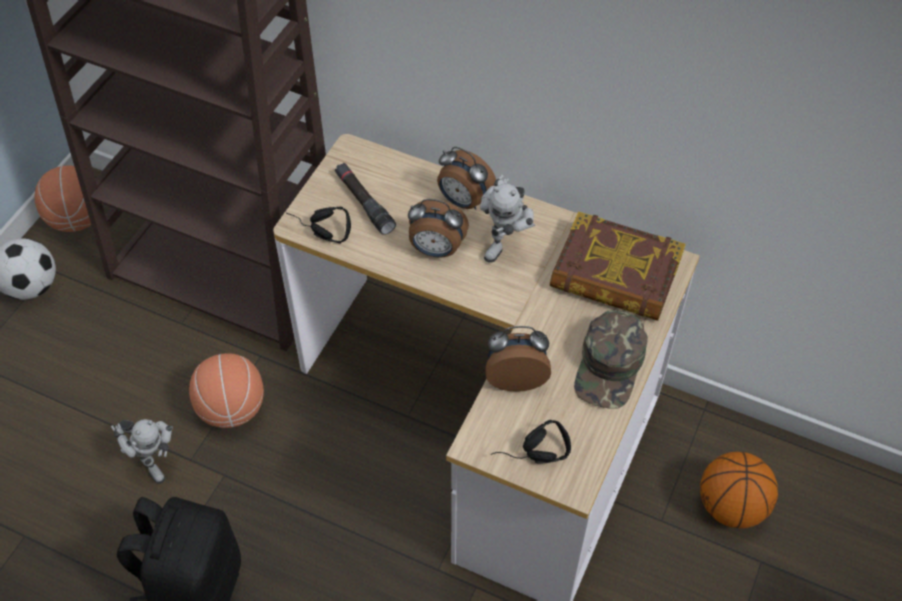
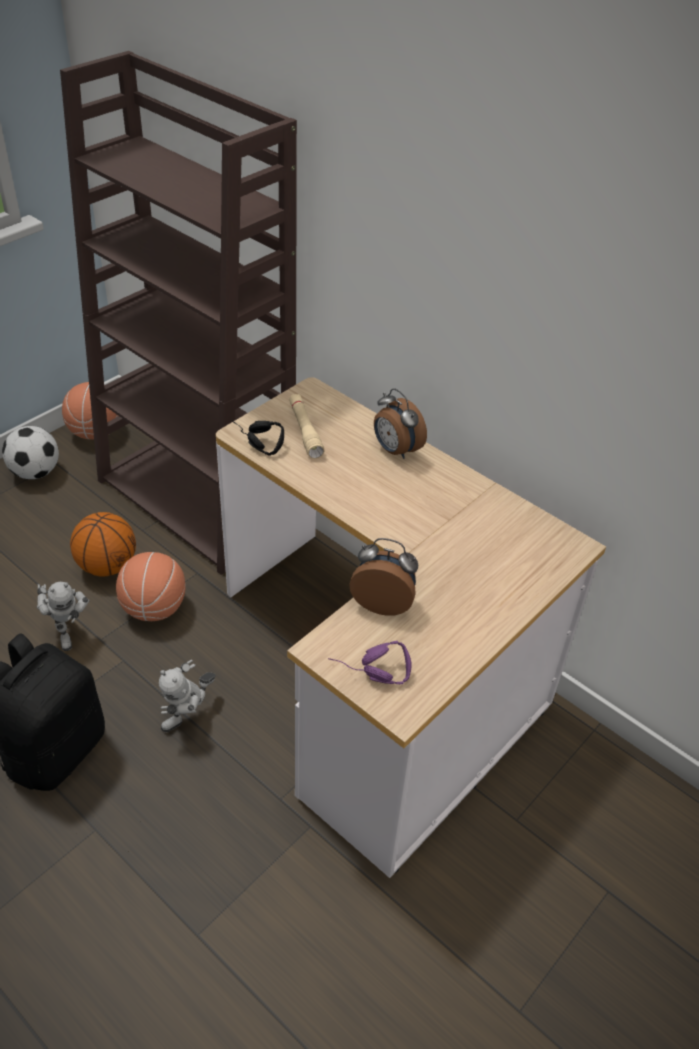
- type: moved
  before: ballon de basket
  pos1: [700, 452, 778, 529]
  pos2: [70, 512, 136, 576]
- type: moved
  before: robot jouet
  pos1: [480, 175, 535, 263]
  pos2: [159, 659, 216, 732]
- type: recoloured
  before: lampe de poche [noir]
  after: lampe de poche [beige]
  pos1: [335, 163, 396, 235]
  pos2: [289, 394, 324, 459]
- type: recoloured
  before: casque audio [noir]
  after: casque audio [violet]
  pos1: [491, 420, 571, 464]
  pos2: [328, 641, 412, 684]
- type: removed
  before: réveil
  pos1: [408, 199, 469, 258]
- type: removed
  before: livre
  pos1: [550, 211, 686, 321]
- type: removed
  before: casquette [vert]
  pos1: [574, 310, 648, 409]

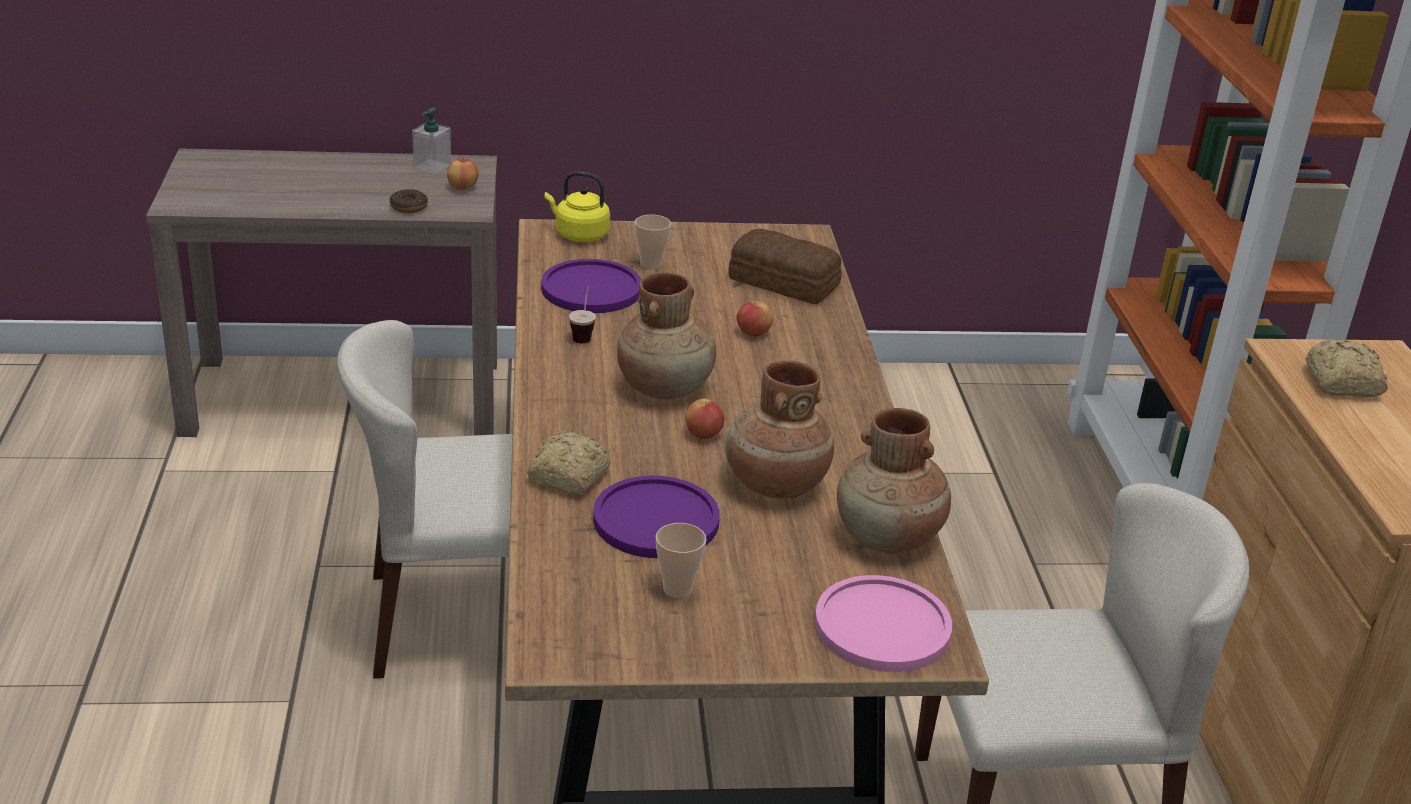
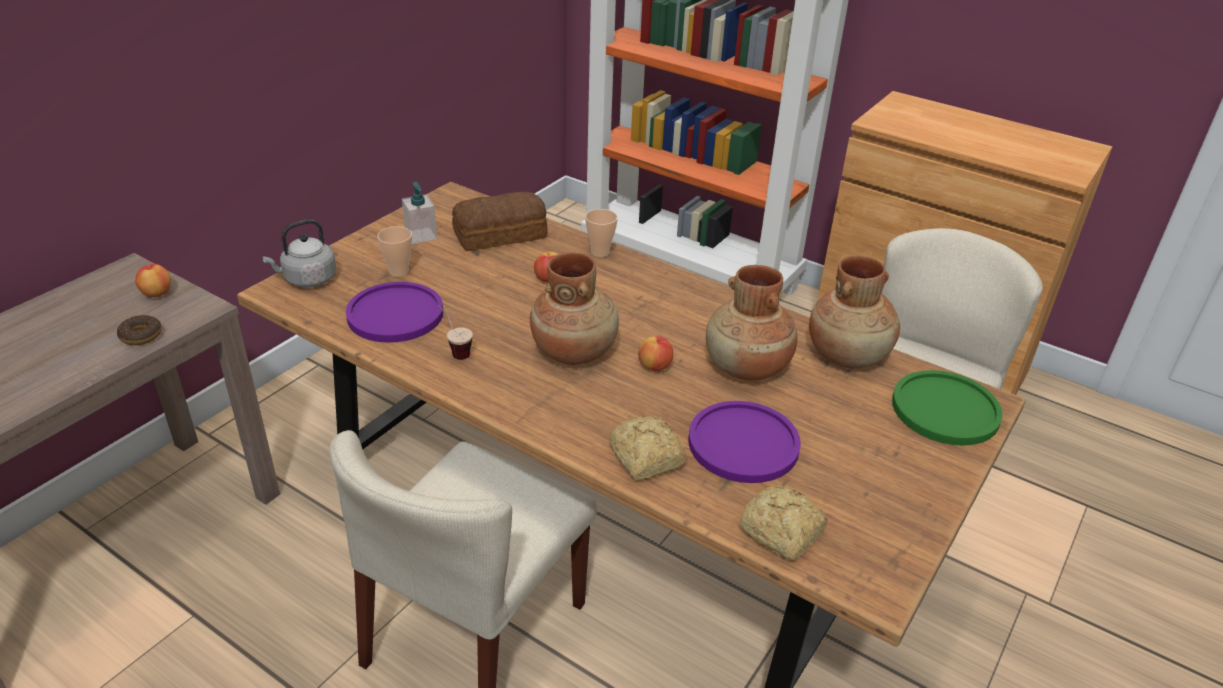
- type: recoloured
  before: bouilloire [jaune]
  after: bouilloire [gris]
  pos1: [545, 171, 610, 242]
  pos2: [262, 219, 336, 288]
- type: moved
  before: distributeur de savon
  pos1: [412, 107, 451, 174]
  pos2: [402, 182, 437, 244]
- type: moved
  before: tasse
  pos1: [656, 523, 706, 598]
  pos2: [585, 209, 618, 257]
- type: moved
  before: pain
  pos1: [1306, 339, 1388, 397]
  pos2: [740, 485, 828, 561]
- type: recoloured
  before: assiette [rose]
  after: assiette [vert]
  pos1: [815, 575, 952, 672]
  pos2: [892, 370, 1003, 446]

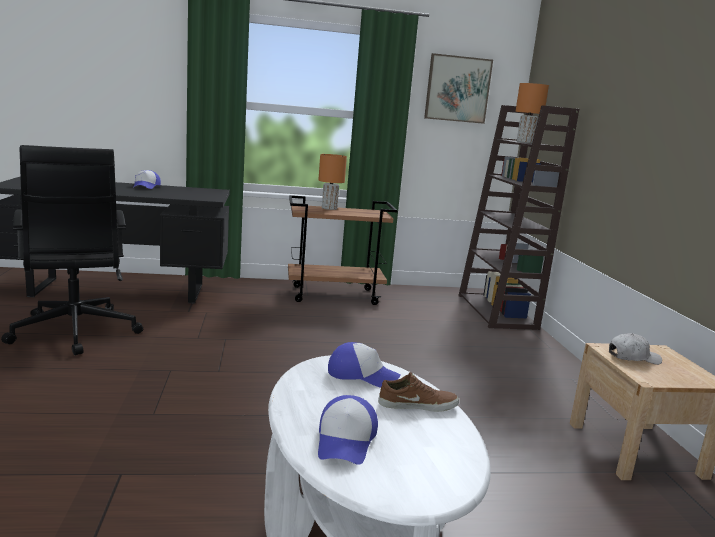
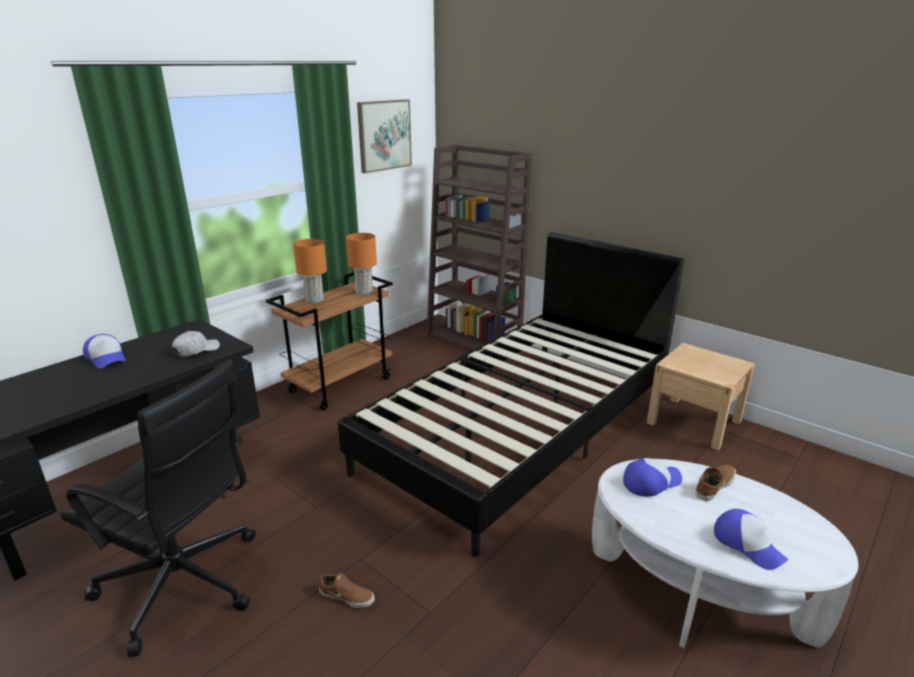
- type: moved
  before: casquette [blanc]
  pos1: [609, 333, 662, 365]
  pos2: [172, 331, 220, 357]
- type: added
  after: chaussure [marron]
  pos2: [319, 573, 375, 608]
- type: added
  after: lit [noir]
  pos2: [338, 232, 684, 557]
- type: moved
  before: lampe de table [orange]
  pos1: [515, 83, 549, 143]
  pos2: [346, 233, 377, 295]

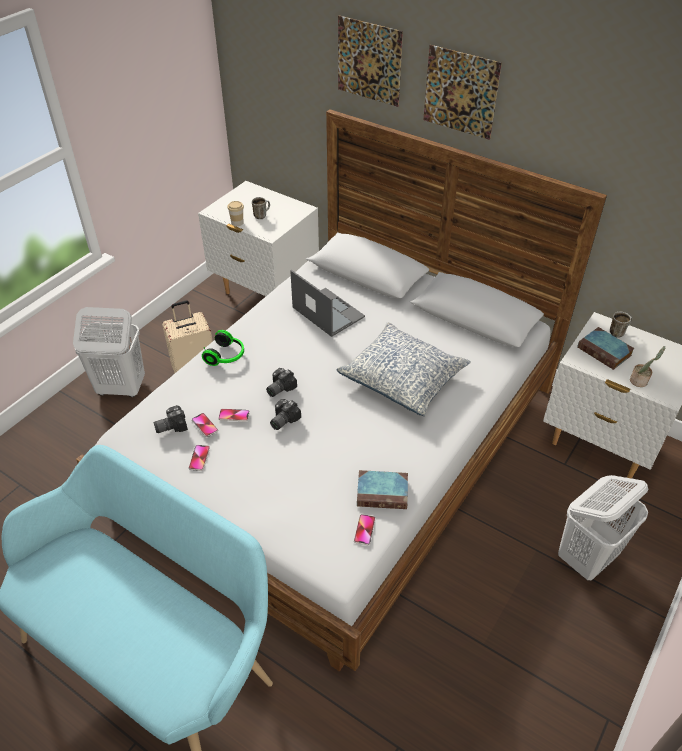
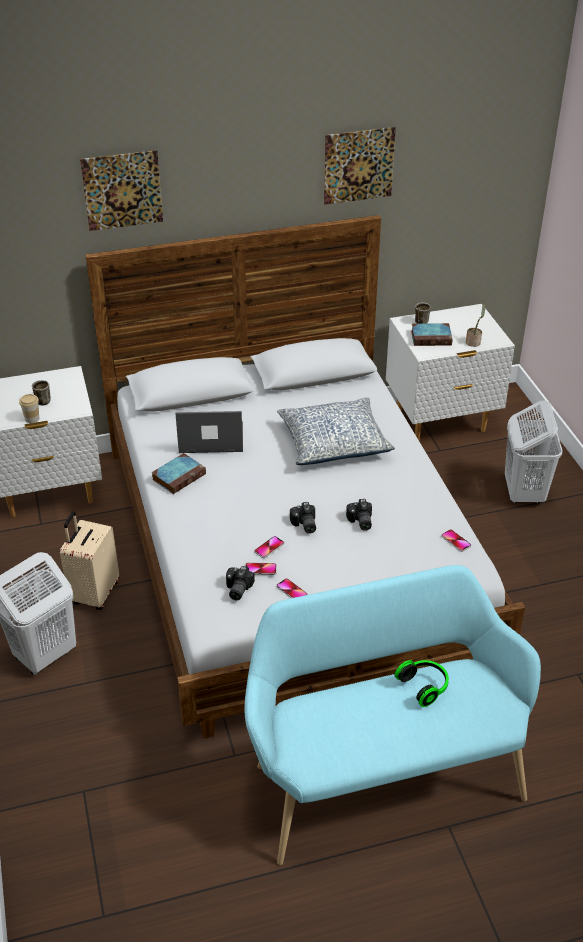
- type: moved
  before: livre
  pos1: [357, 470, 408, 509]
  pos2: [151, 453, 206, 494]
- type: moved
  before: tableau
  pos1: [423, 45, 502, 140]
  pos2: [324, 127, 396, 205]
- type: moved
  before: appareil photo
  pos1: [266, 368, 297, 397]
  pos2: [346, 499, 372, 531]
- type: moved
  before: casque audio
  pos1: [202, 330, 244, 366]
  pos2: [394, 660, 449, 707]

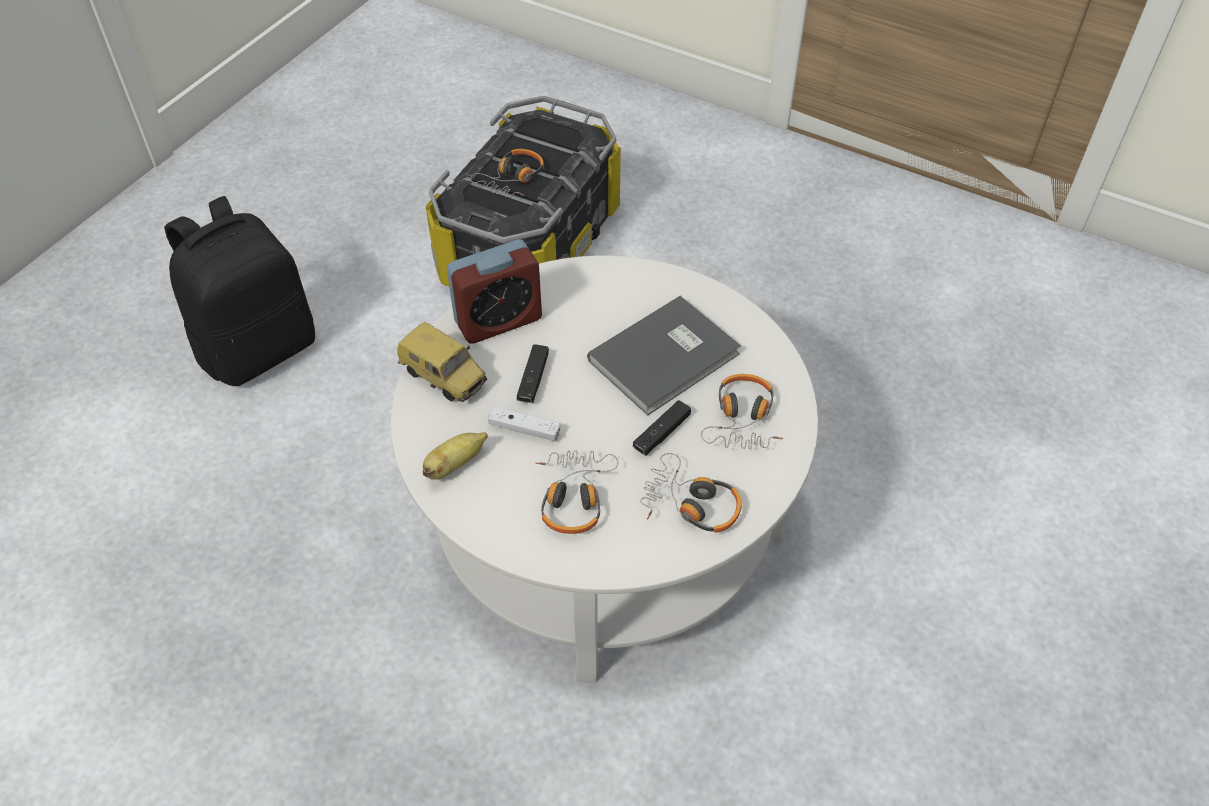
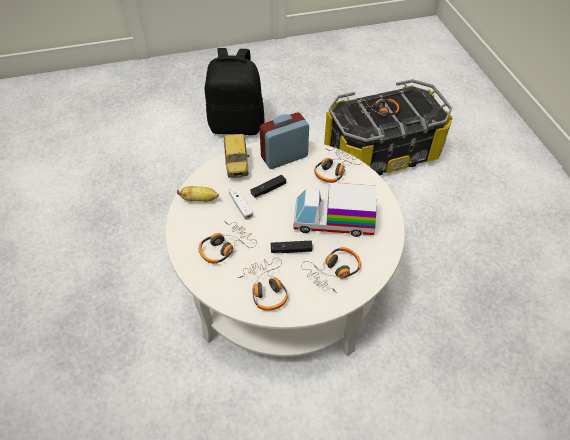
- type: turned
  before: réveil
  pos1: [447, 240, 542, 344]
  pos2: [260, 112, 309, 169]
  turn: 135
- type: replaced
  before: livre [gris]
  after: camion jouet
  pos1: [587, 296, 741, 415]
  pos2: [293, 183, 376, 237]
- type: added
  after: casque audio
  pos2: [314, 148, 362, 183]

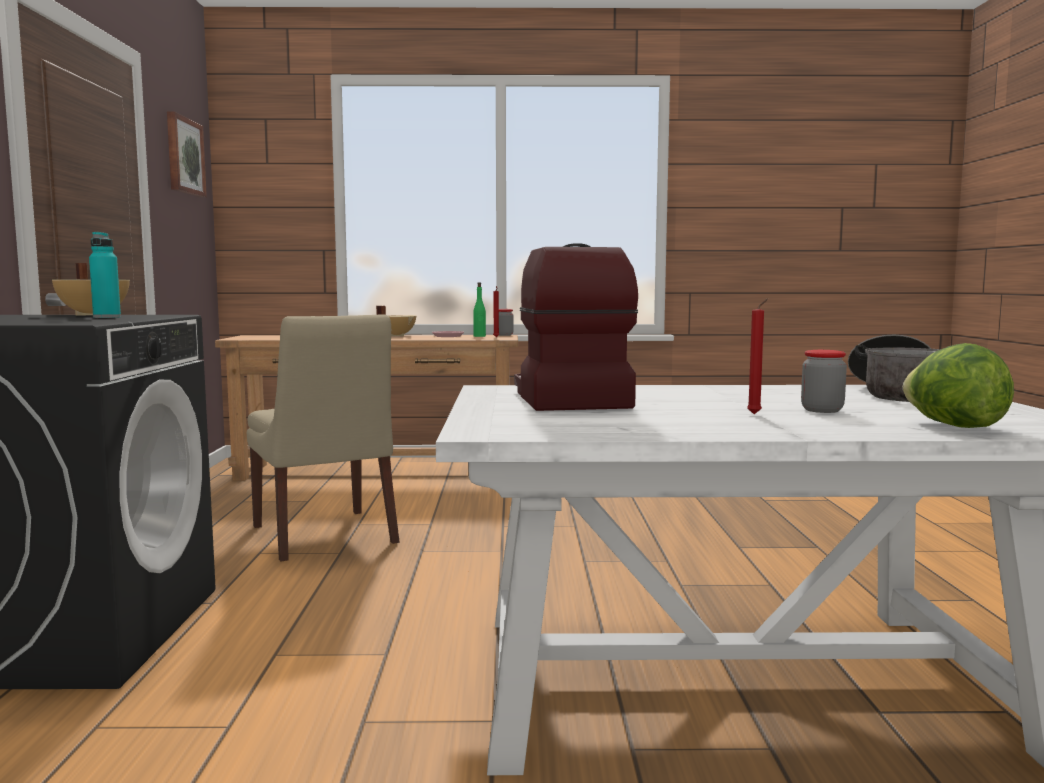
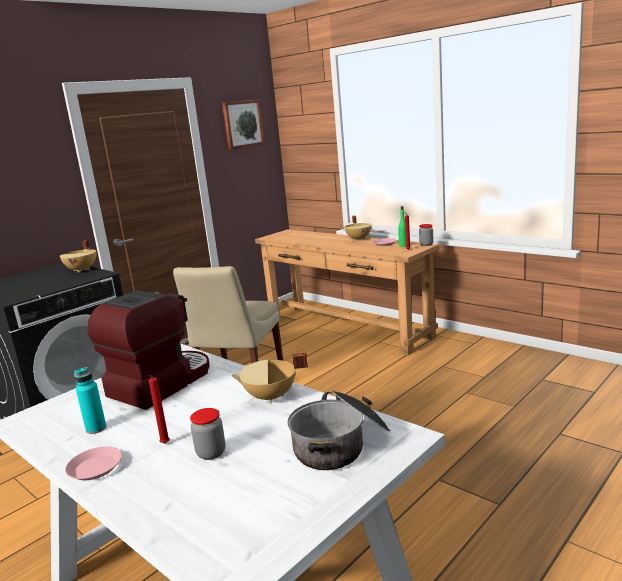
- type: added
  after: assiette [rose]
  pos2: [65, 446, 122, 480]
- type: moved
  before: bouteille [turquoise]
  pos1: [89, 232, 121, 318]
  pos2: [74, 367, 106, 434]
- type: added
  after: marmite [beige]
  pos2: [231, 353, 308, 403]
- type: removed
  before: laitue
  pos1: [903, 343, 1014, 428]

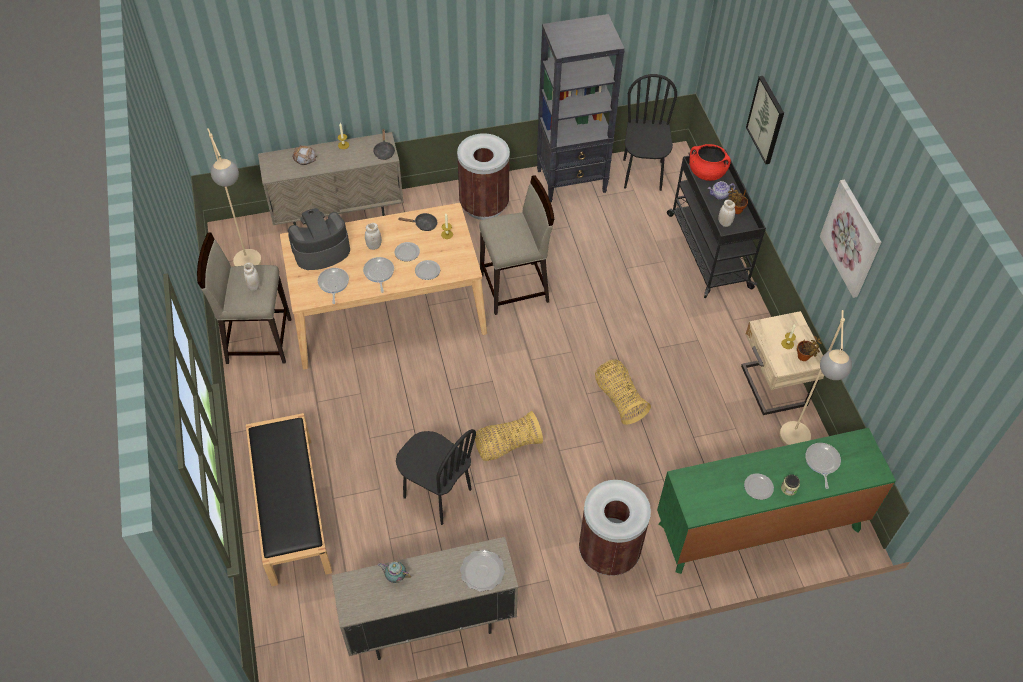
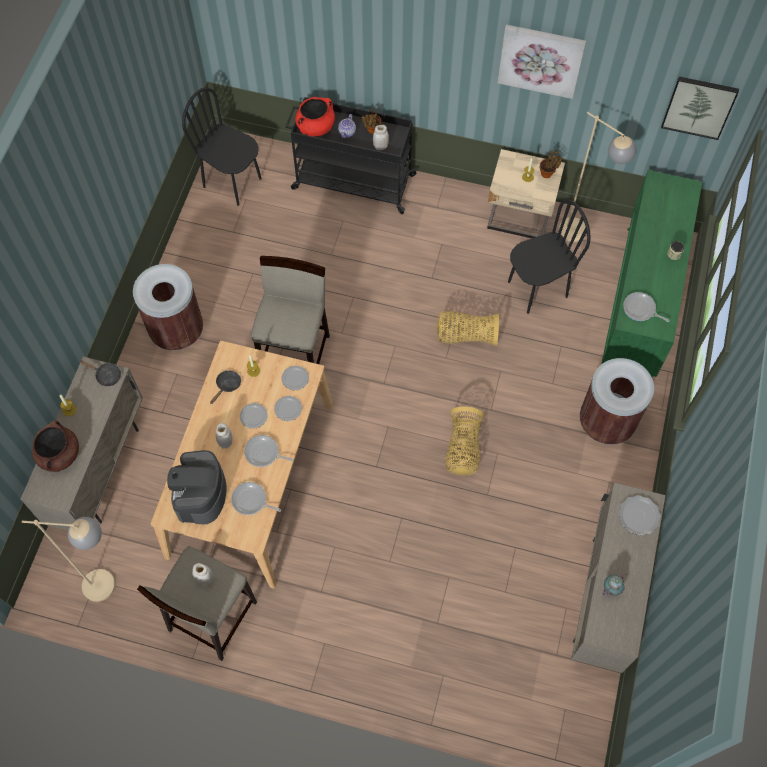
- type: replaced
  before: pain
  after: marmite [marron]
  pos1: [292, 145, 317, 165]
  pos2: [32, 421, 79, 472]
- type: moved
  before: assiette
  pos1: [744, 473, 774, 500]
  pos2: [282, 366, 309, 390]
- type: moved
  before: chaise [noir]
  pos1: [396, 429, 476, 525]
  pos2: [508, 199, 591, 314]
- type: moved
  before: poêle
  pos1: [806, 443, 841, 489]
  pos2: [623, 292, 670, 322]
- type: moved
  before: tableau
  pos1: [746, 76, 784, 164]
  pos2: [661, 76, 739, 140]
- type: removed
  before: banc [noir]
  pos1: [246, 413, 332, 586]
- type: removed
  before: bibliothèque [noir]
  pos1: [537, 14, 625, 202]

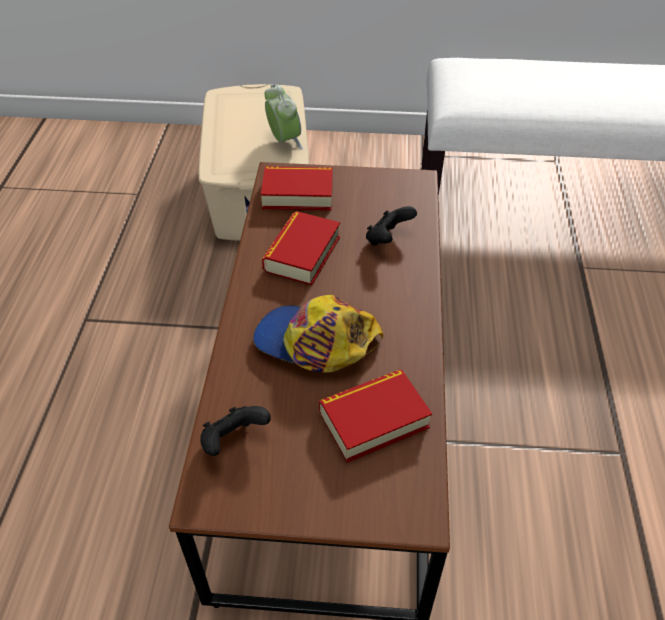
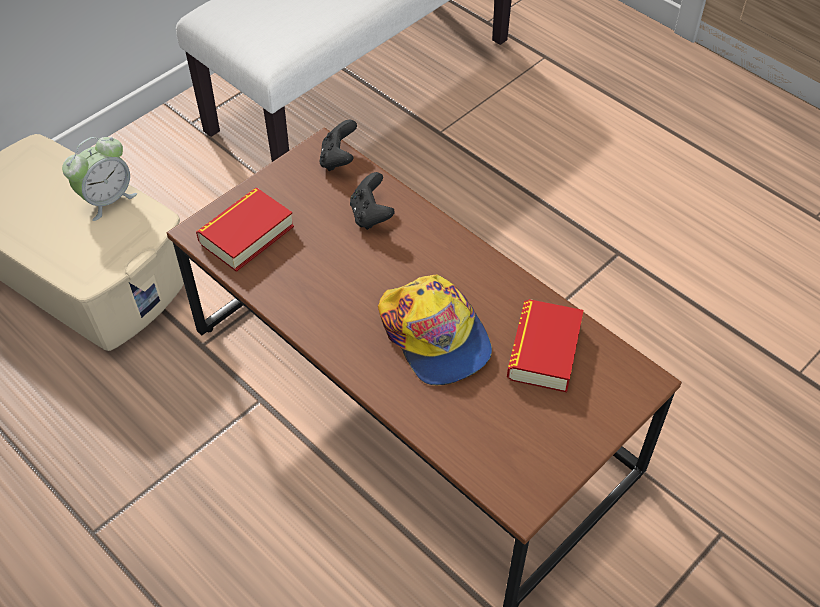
- type: turned
  before: réveil
  pos1: [265, 84, 303, 150]
  pos2: [62, 137, 137, 221]
  turn: 120
- type: moved
  before: manette [noir]
  pos1: [200, 406, 271, 456]
  pos2: [320, 120, 357, 171]
- type: turned
  before: casquette
  pos1: [253, 295, 384, 373]
  pos2: [378, 274, 492, 386]
  turn: -90
- type: removed
  before: livre
  pos1: [262, 211, 340, 285]

